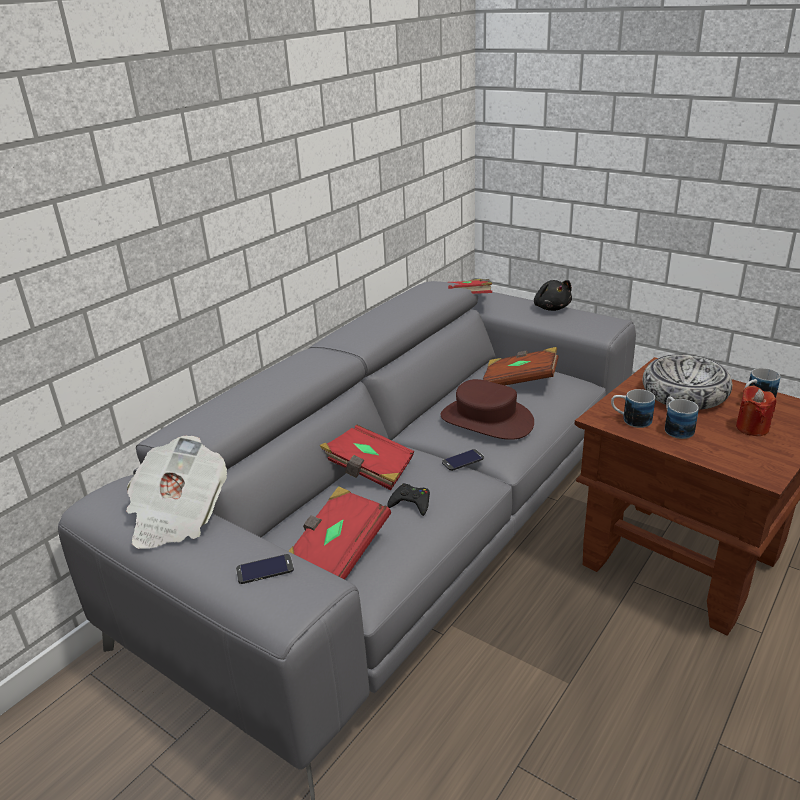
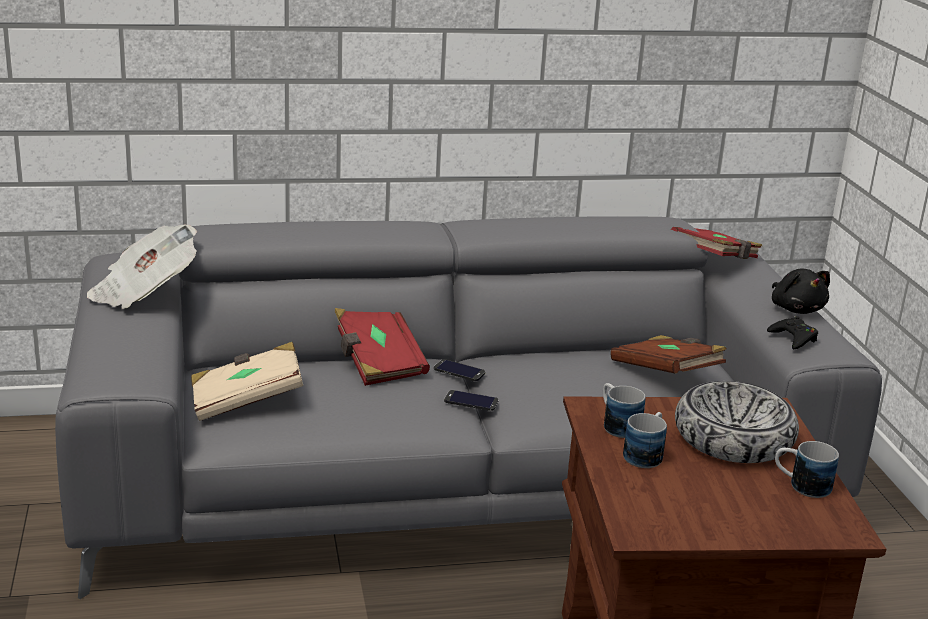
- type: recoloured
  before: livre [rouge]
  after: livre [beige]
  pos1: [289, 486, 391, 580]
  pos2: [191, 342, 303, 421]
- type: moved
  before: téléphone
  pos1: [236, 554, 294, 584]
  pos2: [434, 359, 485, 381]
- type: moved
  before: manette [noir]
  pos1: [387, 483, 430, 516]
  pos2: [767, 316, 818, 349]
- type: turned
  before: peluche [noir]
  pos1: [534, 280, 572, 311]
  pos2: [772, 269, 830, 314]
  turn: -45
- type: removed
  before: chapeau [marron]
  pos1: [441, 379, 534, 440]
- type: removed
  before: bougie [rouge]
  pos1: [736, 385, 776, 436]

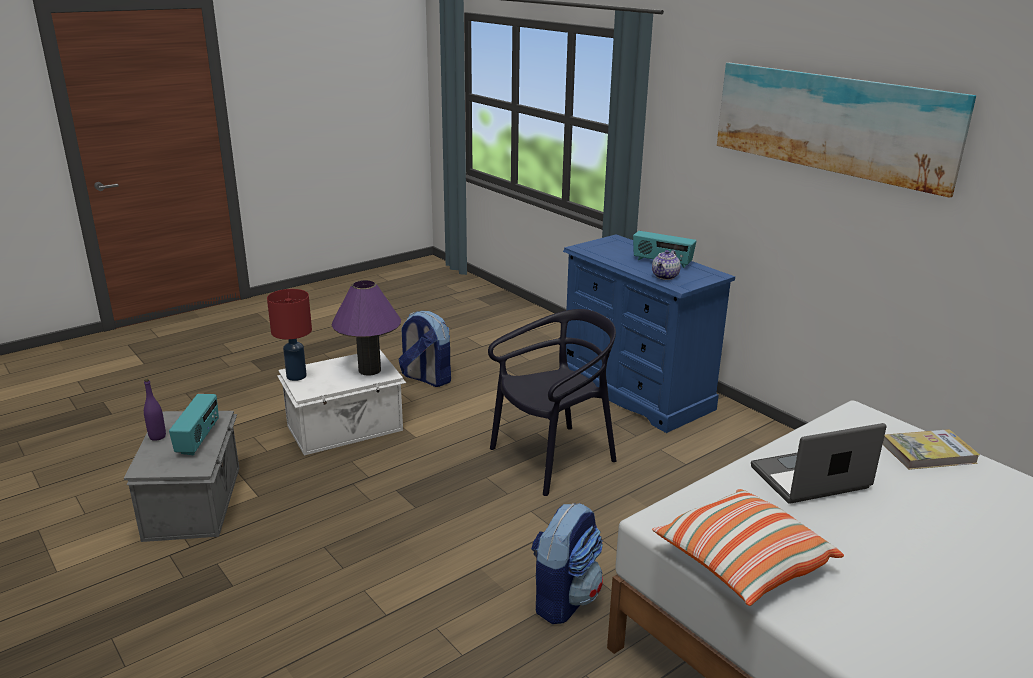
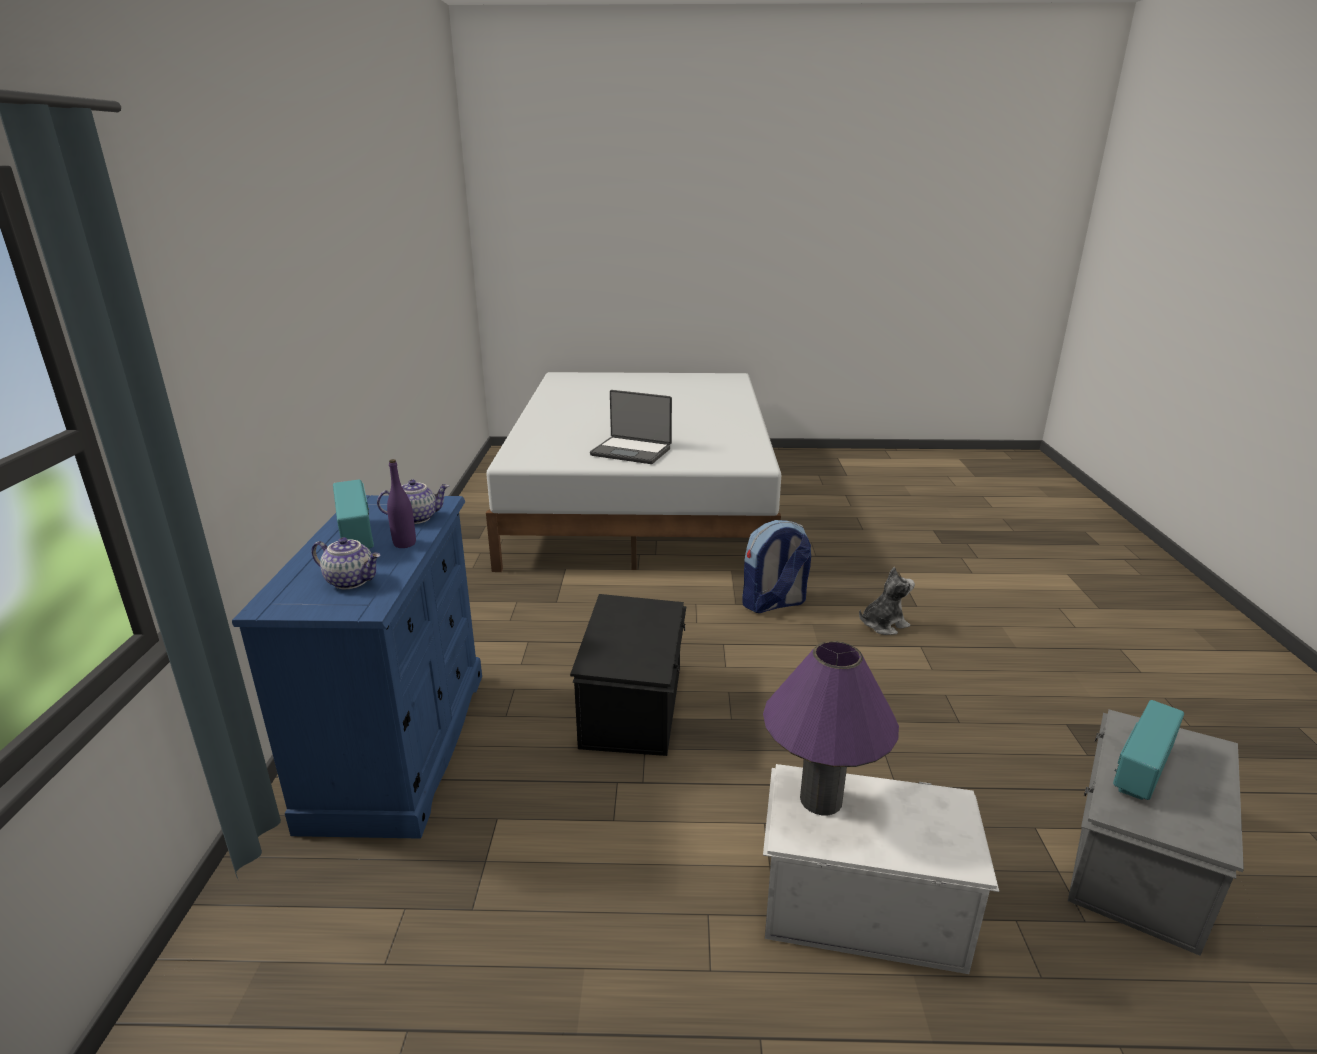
- type: added
  after: théière
  pos2: [312, 537, 380, 589]
- type: moved
  before: bouteille [violet]
  pos1: [144, 379, 166, 441]
  pos2: [387, 459, 416, 548]
- type: replaced
  before: chaise [noir]
  after: boîte de rangement [noir]
  pos1: [488, 309, 617, 496]
  pos2: [570, 594, 687, 756]
- type: added
  after: peluche
  pos2: [859, 567, 915, 635]
- type: removed
  before: lampe de table [rouge]
  pos1: [267, 289, 312, 381]
- type: removed
  before: sac à dos
  pos1: [399, 311, 451, 387]
- type: removed
  before: coussin
  pos1: [652, 489, 844, 606]
- type: removed
  before: tableau
  pos1: [717, 63, 976, 198]
- type: removed
  before: livre
  pos1: [883, 429, 980, 470]

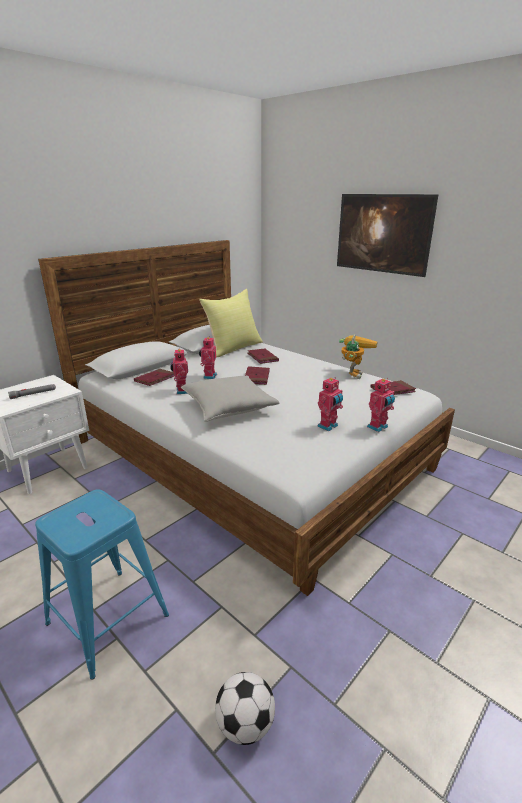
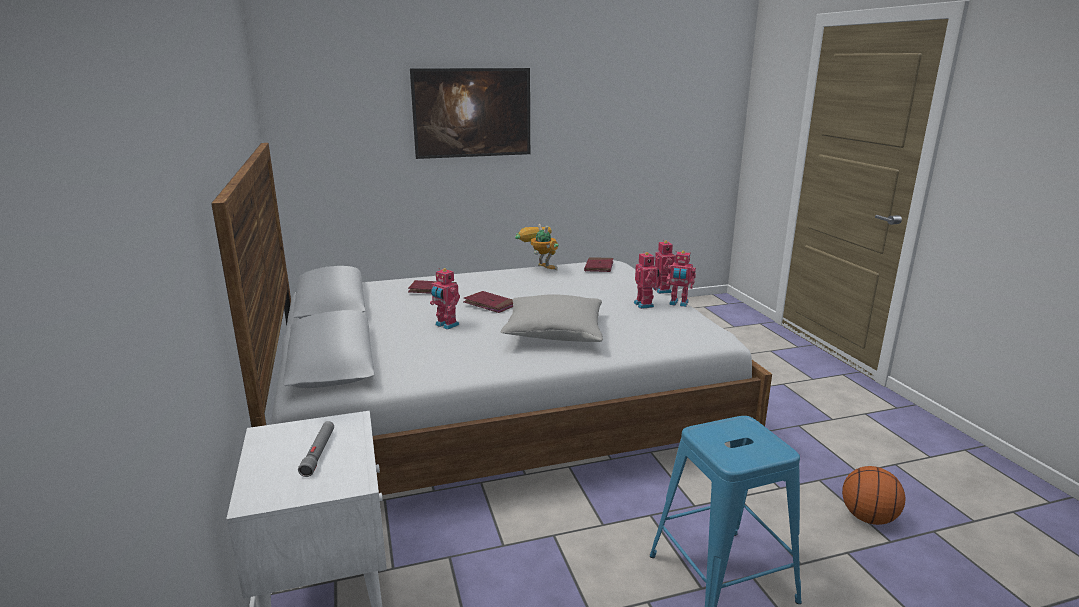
- type: moved
  before: robot jouet
  pos1: [170, 348, 188, 394]
  pos2: [666, 251, 696, 307]
- type: replaced
  before: ballon de foot
  after: ballon de basket
  pos1: [215, 672, 275, 745]
  pos2: [842, 466, 905, 525]
- type: removed
  before: livre [rouge]
  pos1: [134, 369, 174, 386]
- type: removed
  before: coussin [jaune]
  pos1: [199, 289, 263, 357]

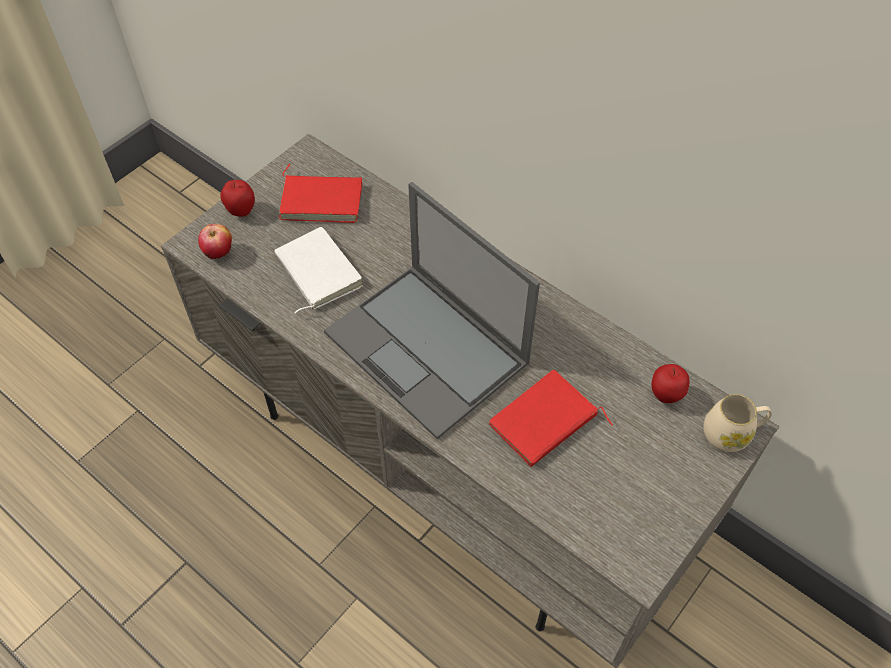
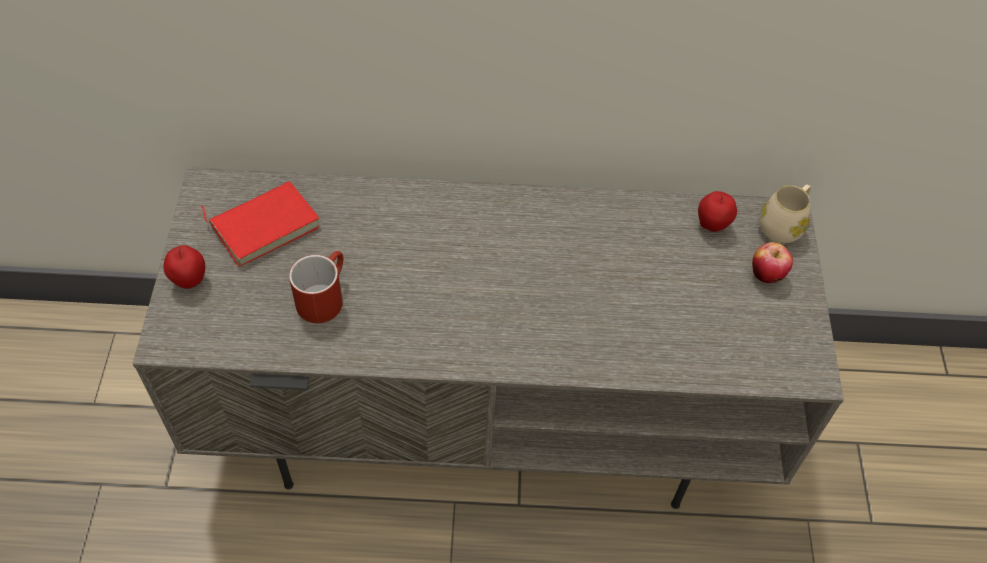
- type: replaced
  before: livre [blanc]
  after: mug [rouge]
  pos1: [274, 227, 363, 313]
  pos2: [289, 251, 343, 323]
- type: moved
  before: pomme
  pos1: [198, 224, 232, 259]
  pos2: [752, 242, 793, 284]
- type: removed
  before: ordinateur portable
  pos1: [324, 182, 540, 439]
- type: removed
  before: livre [rouge]
  pos1: [489, 370, 613, 467]

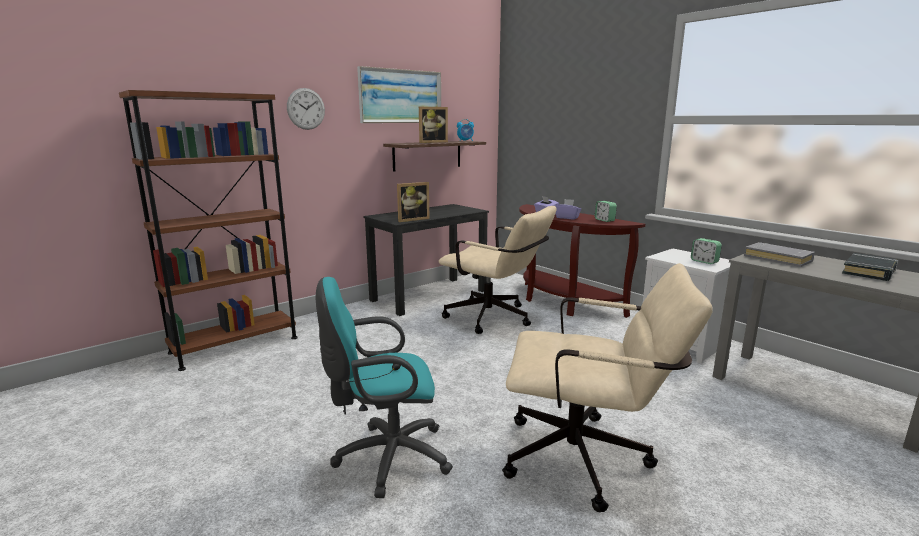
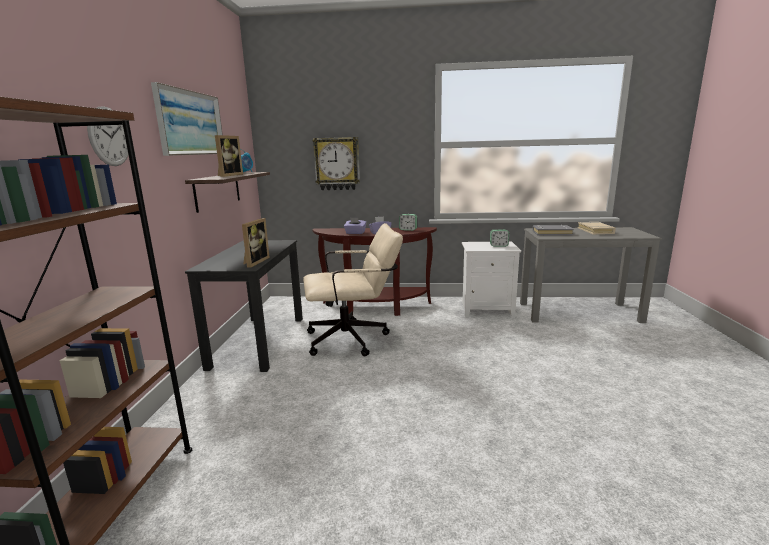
- type: added
  after: horloge murale
  pos2: [313, 137, 360, 190]
- type: recoloured
  before: livre [noir]
  after: livre [beige]
  pos1: [842, 253, 898, 281]
  pos2: [578, 222, 616, 234]
- type: removed
  before: chaise de bureau [turquoise]
  pos1: [316, 277, 453, 498]
- type: removed
  before: chaise de bureau [beige]
  pos1: [502, 263, 712, 512]

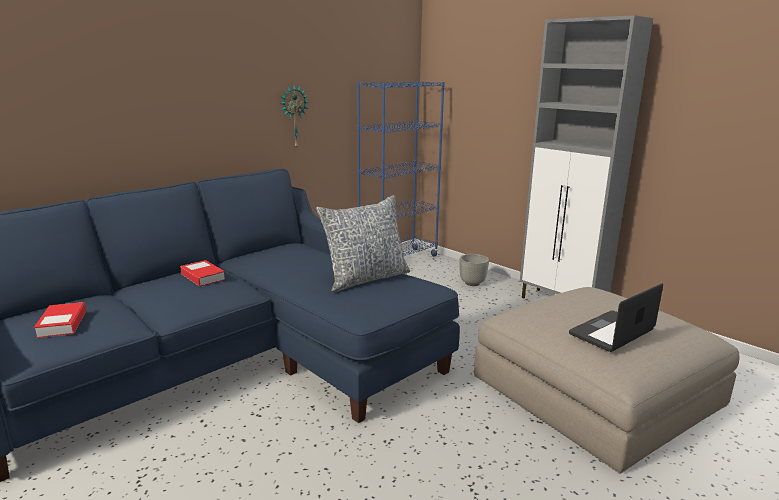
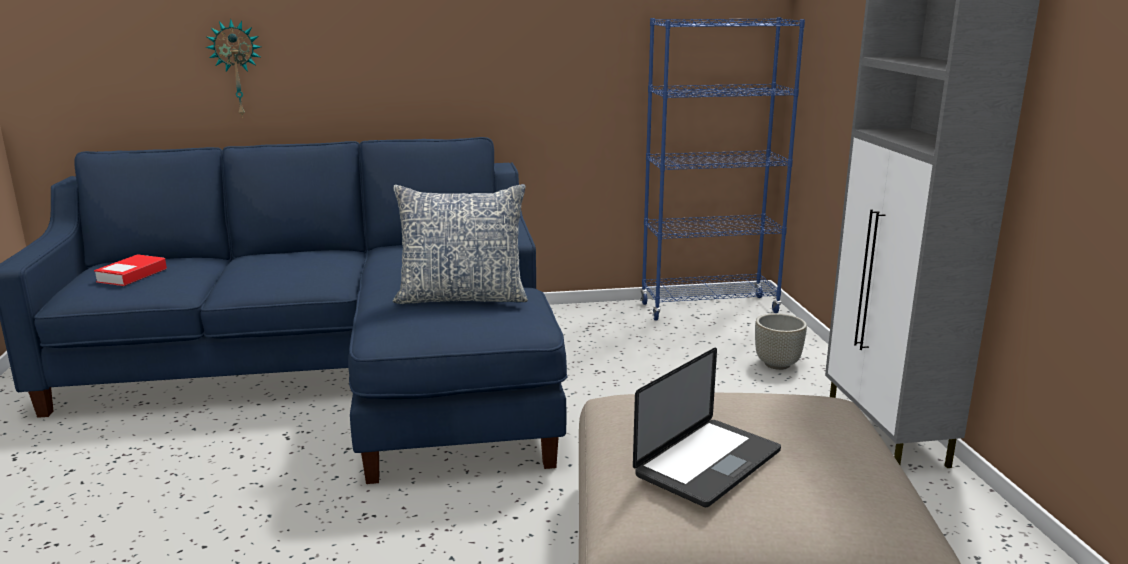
- type: moved
  before: horloge murale
  pos1: [280, 85, 309, 148]
  pos2: [206, 19, 261, 118]
- type: turned
  before: ordinateur portable
  pos1: [569, 283, 663, 352]
  pos2: [633, 348, 781, 507]
  turn: 135
- type: removed
  before: livre
  pos1: [181, 260, 225, 287]

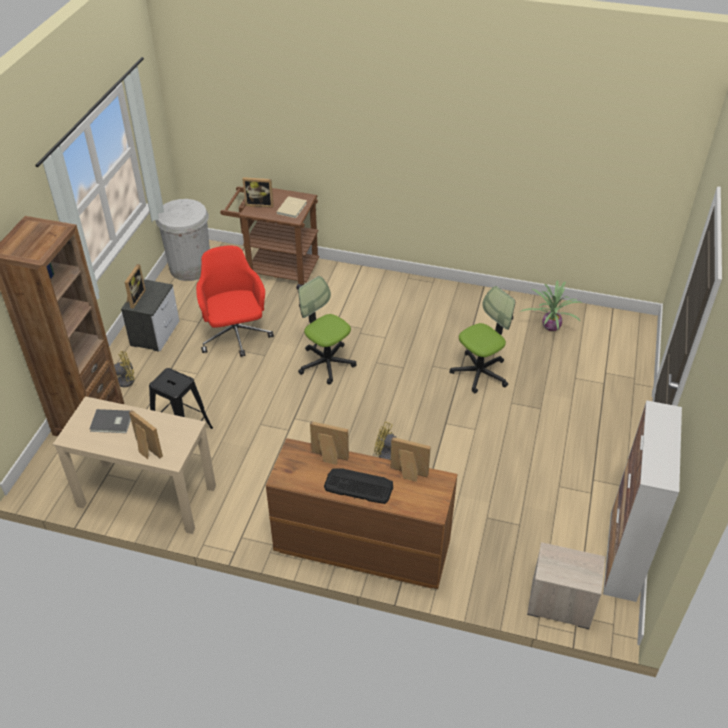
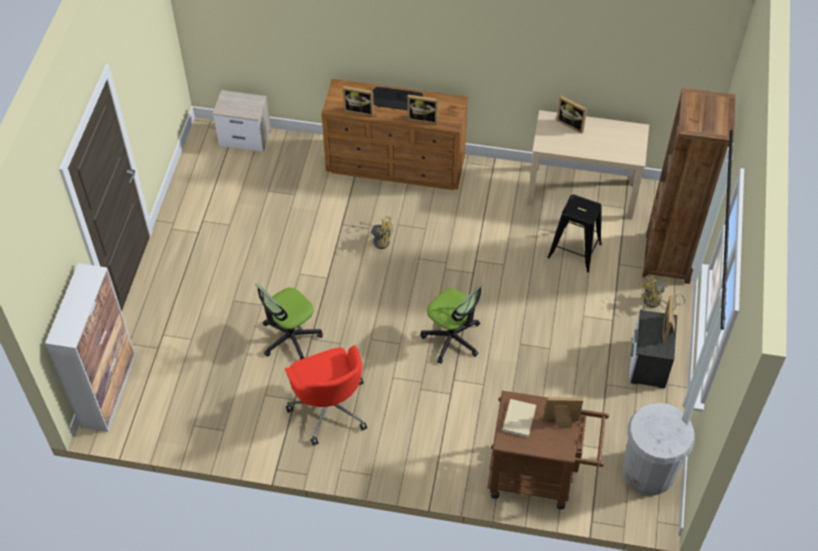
- type: moved
  before: meuble de rangement
  pos1: [603, 400, 682, 602]
  pos2: [45, 263, 136, 432]
- type: moved
  before: chaise de bureau [rouge]
  pos1: [196, 245, 274, 357]
  pos2: [285, 345, 367, 445]
- type: removed
  before: livre [gris]
  pos1: [89, 409, 131, 433]
- type: removed
  before: plante en pot
  pos1: [520, 280, 582, 331]

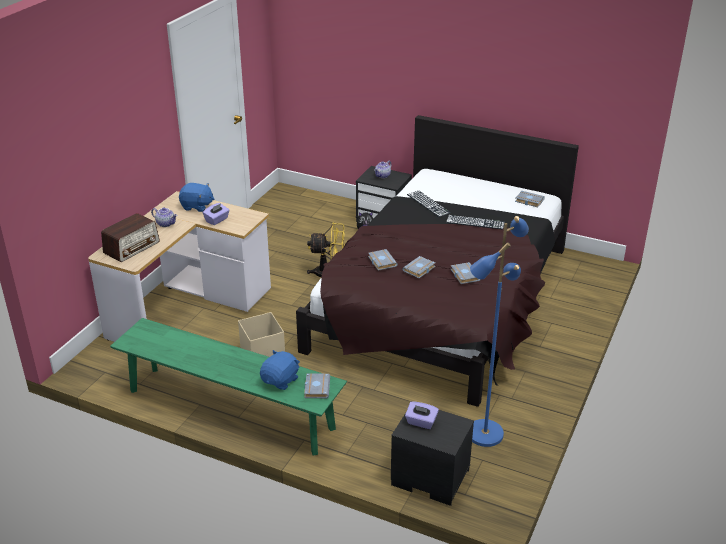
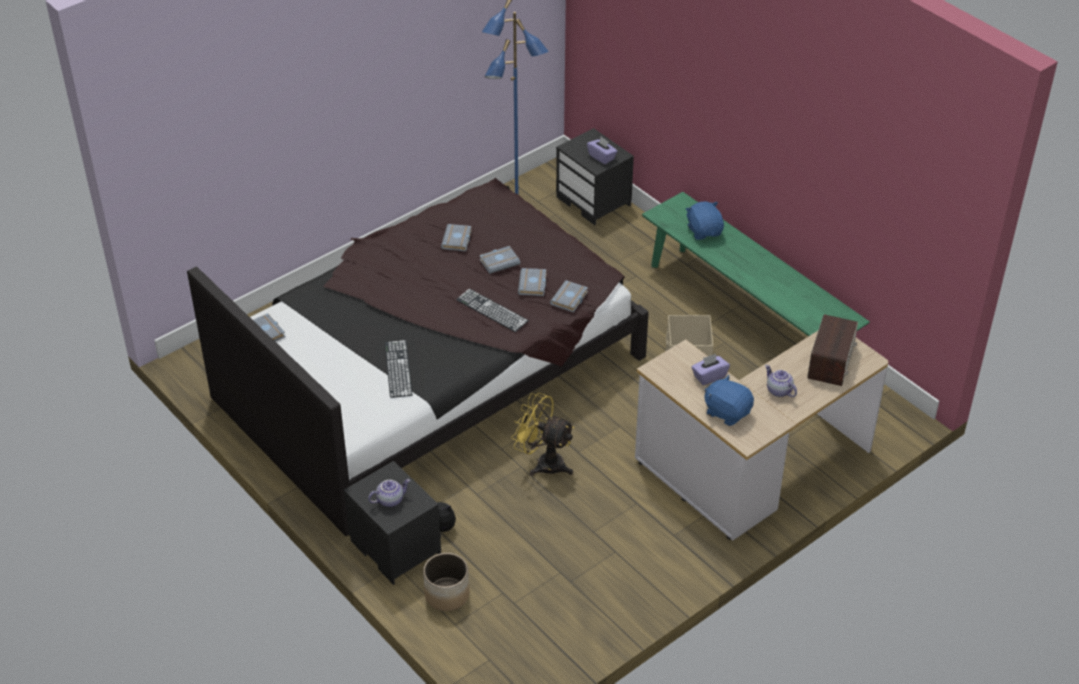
- type: added
  after: cache-pot
  pos2: [423, 553, 470, 611]
- type: moved
  before: clavier
  pos1: [446, 215, 505, 230]
  pos2: [456, 289, 529, 332]
- type: moved
  before: livre [gris]
  pos1: [304, 373, 330, 398]
  pos2: [550, 280, 588, 313]
- type: turned
  before: peluche [bleu]
  pos1: [260, 350, 300, 390]
  pos2: [686, 201, 724, 240]
  turn: 105
- type: turned
  before: radio
  pos1: [101, 213, 160, 262]
  pos2: [807, 314, 858, 386]
  turn: 135

